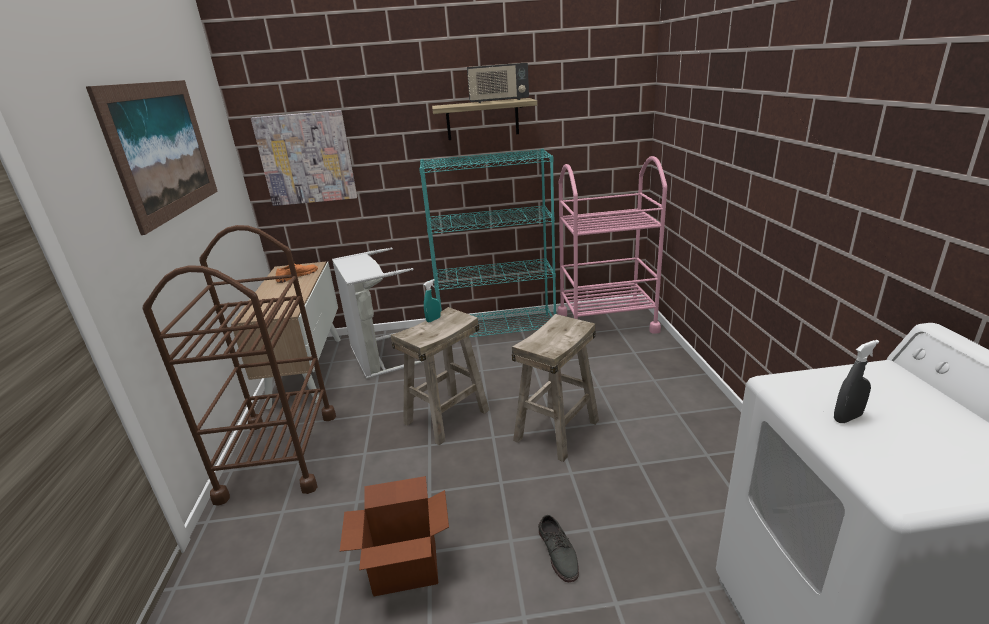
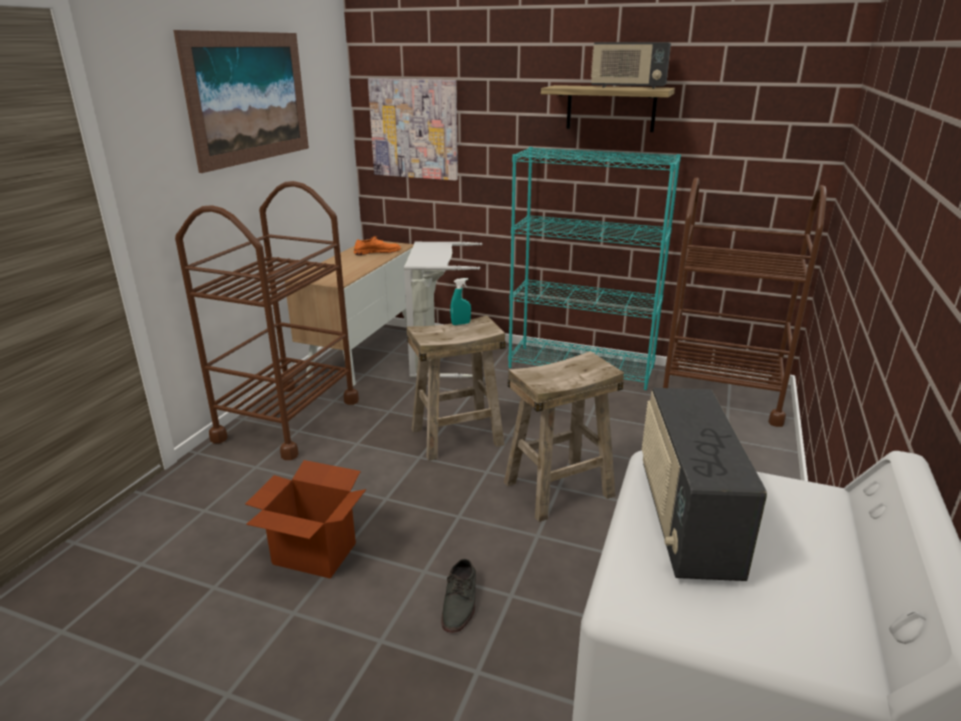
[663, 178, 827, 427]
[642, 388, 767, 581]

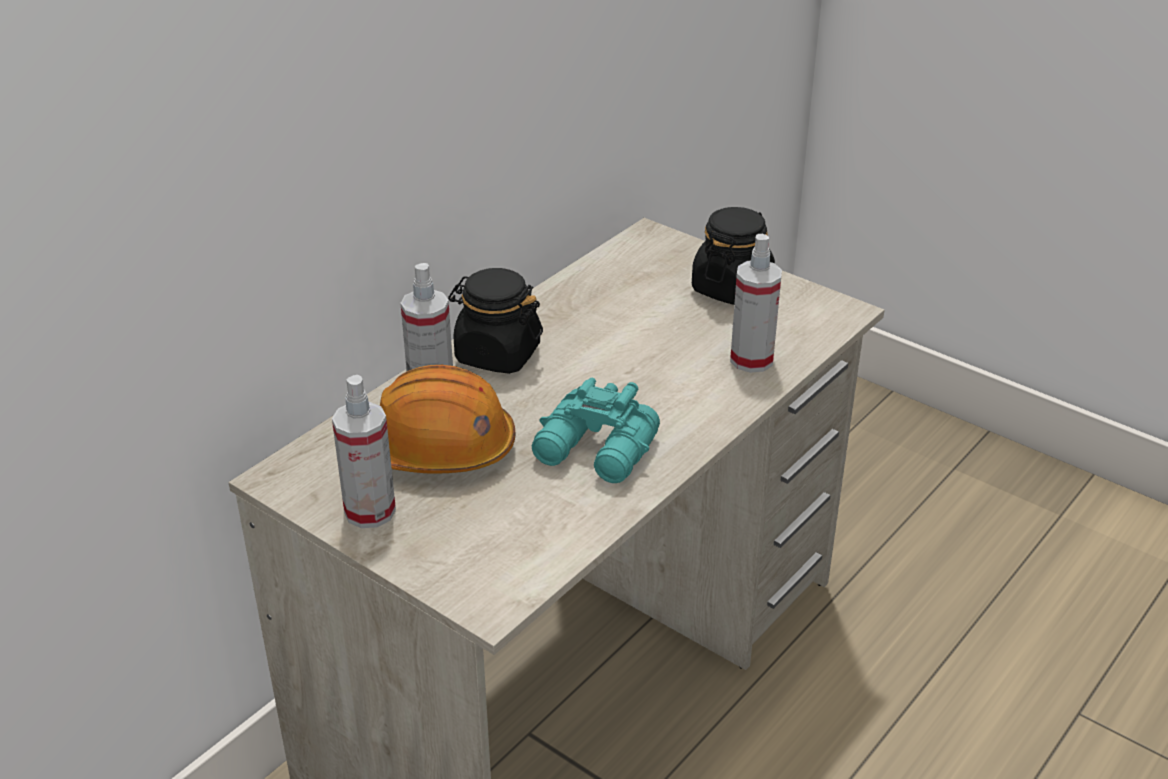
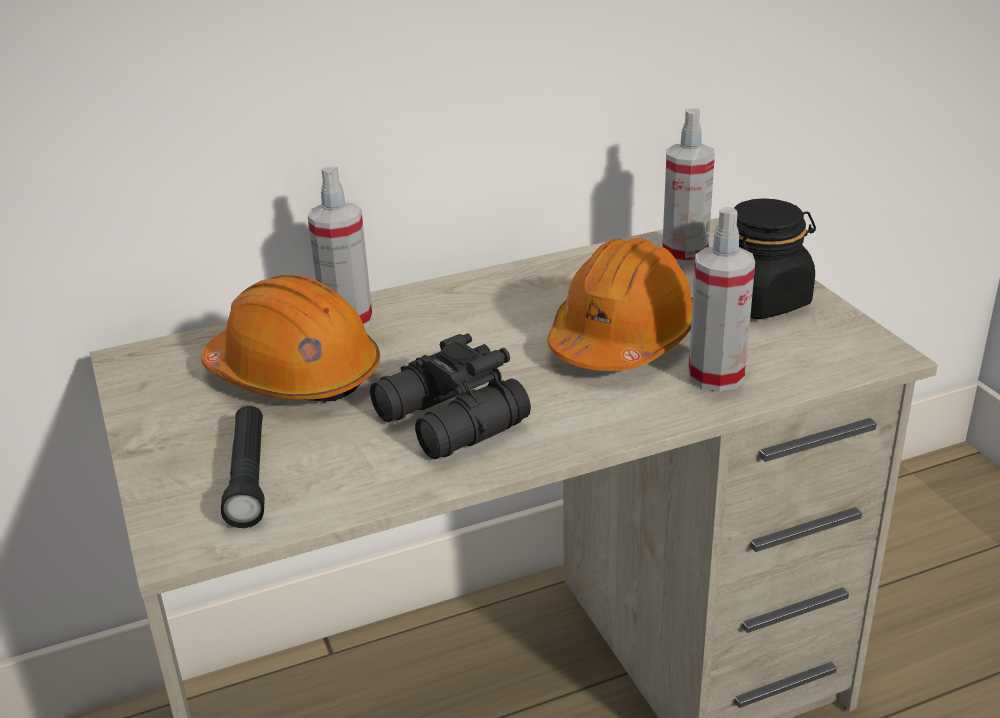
[448, 268, 543, 374] (first image)
[662, 108, 715, 265]
[370, 334, 531, 459]
[547, 238, 693, 371]
[221, 406, 265, 528]

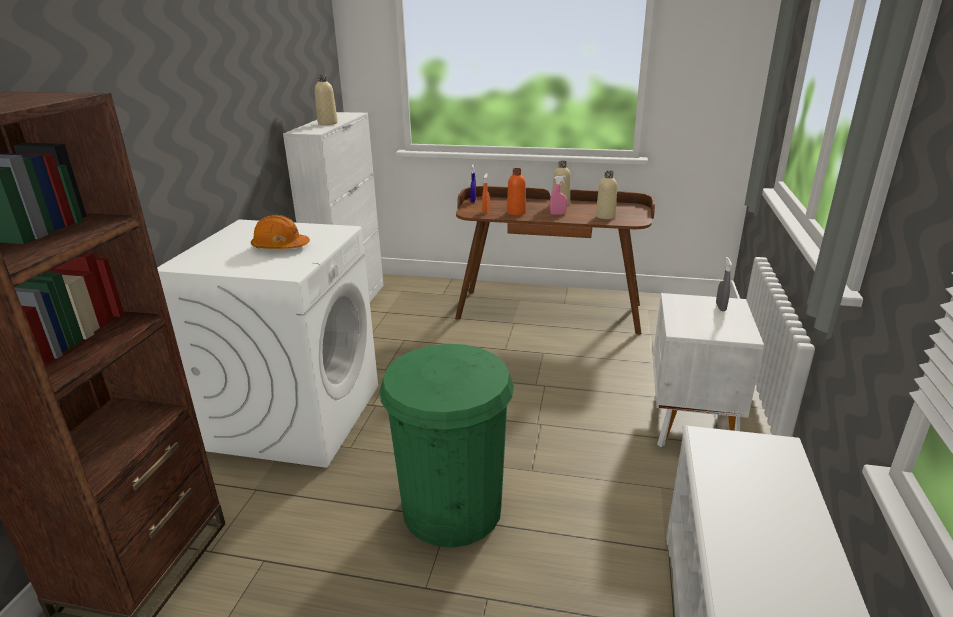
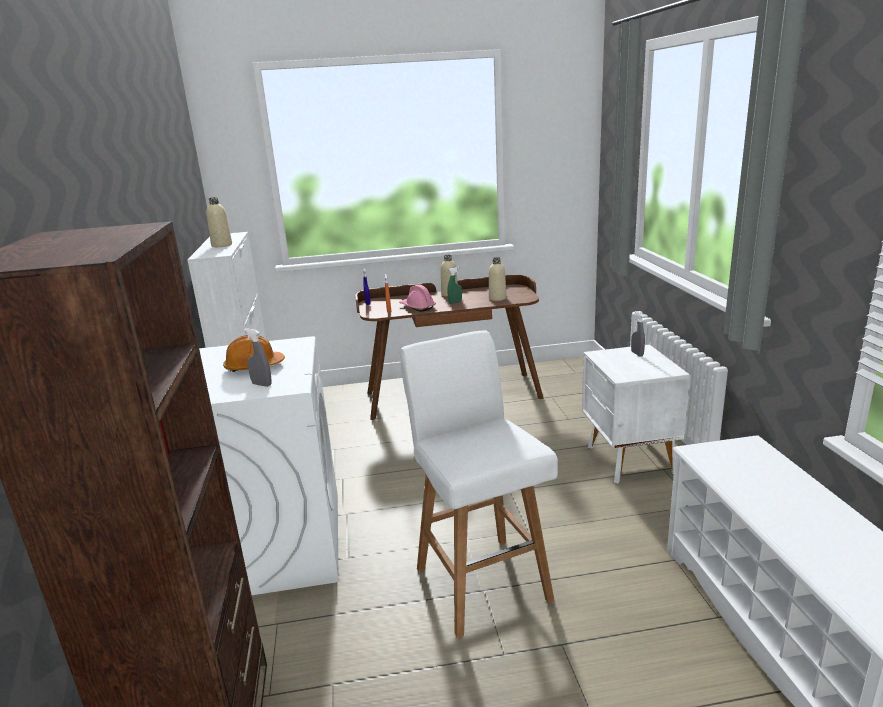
[399, 285, 436, 312]
[447, 267, 462, 304]
[399, 330, 558, 638]
[244, 328, 272, 387]

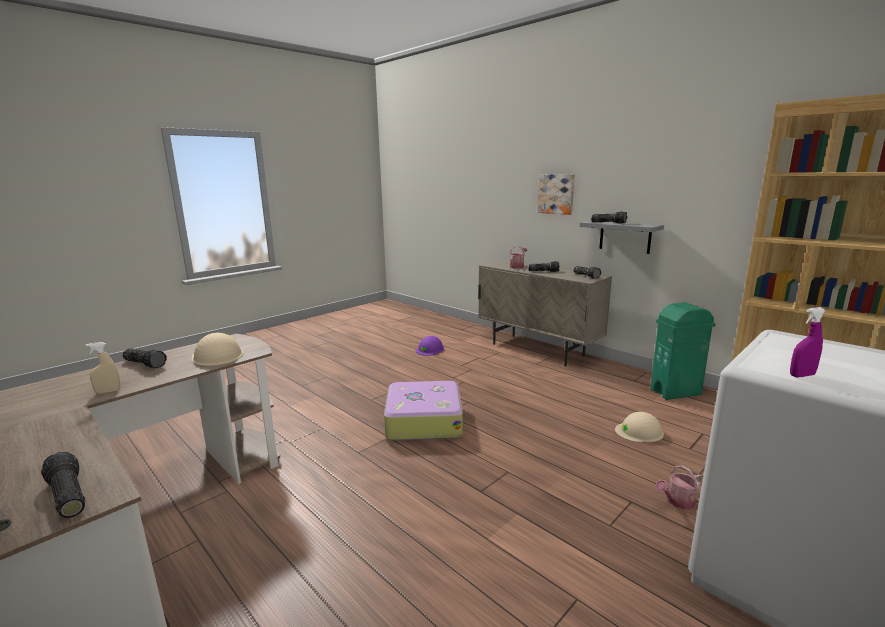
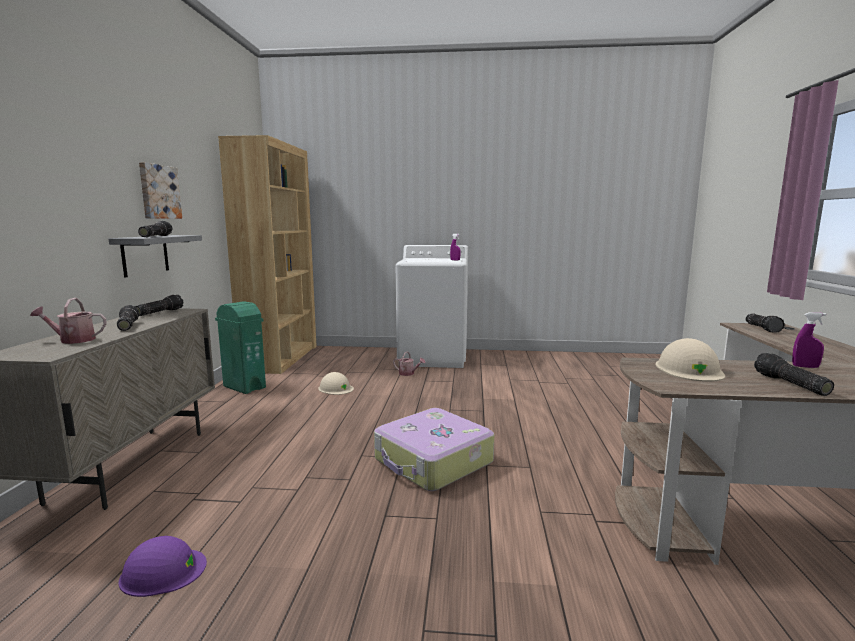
[139, 162, 182, 219]
[792, 312, 826, 368]

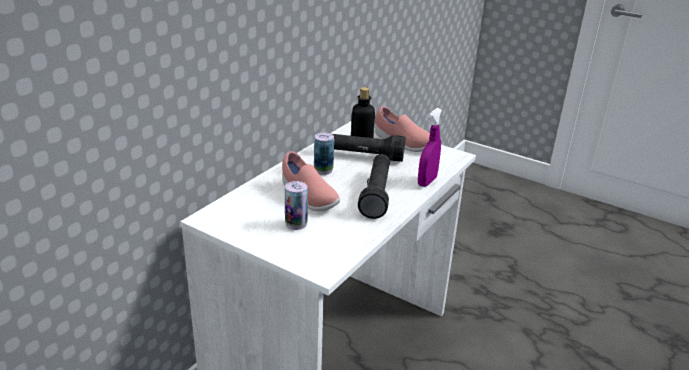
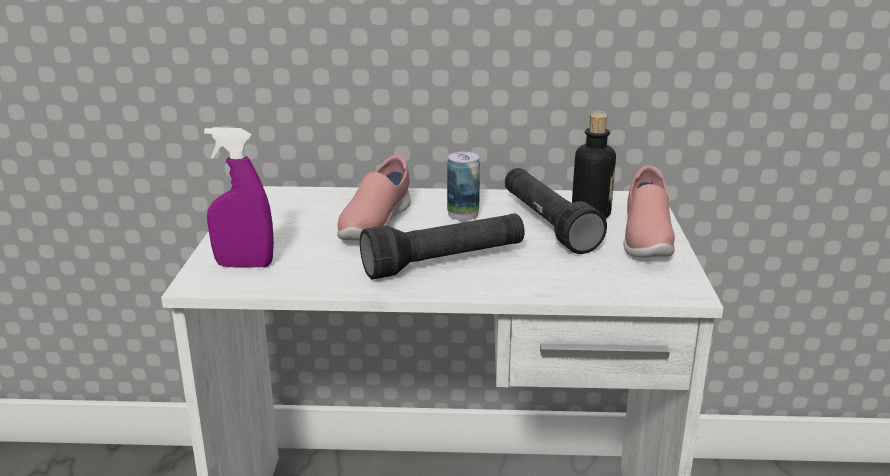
[204, 127, 274, 267]
[285, 181, 308, 230] (first image)

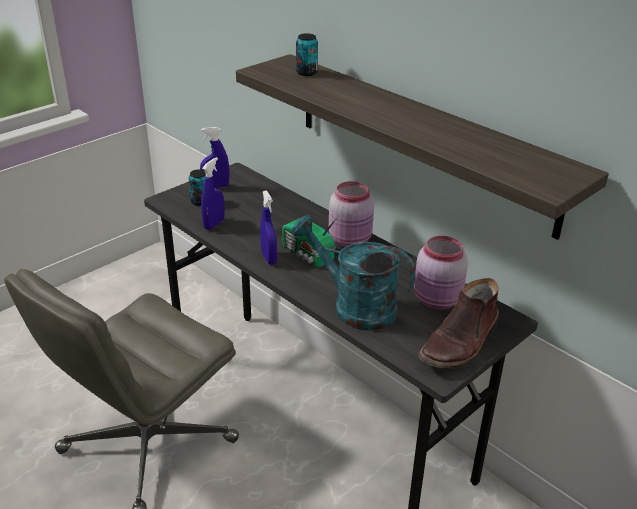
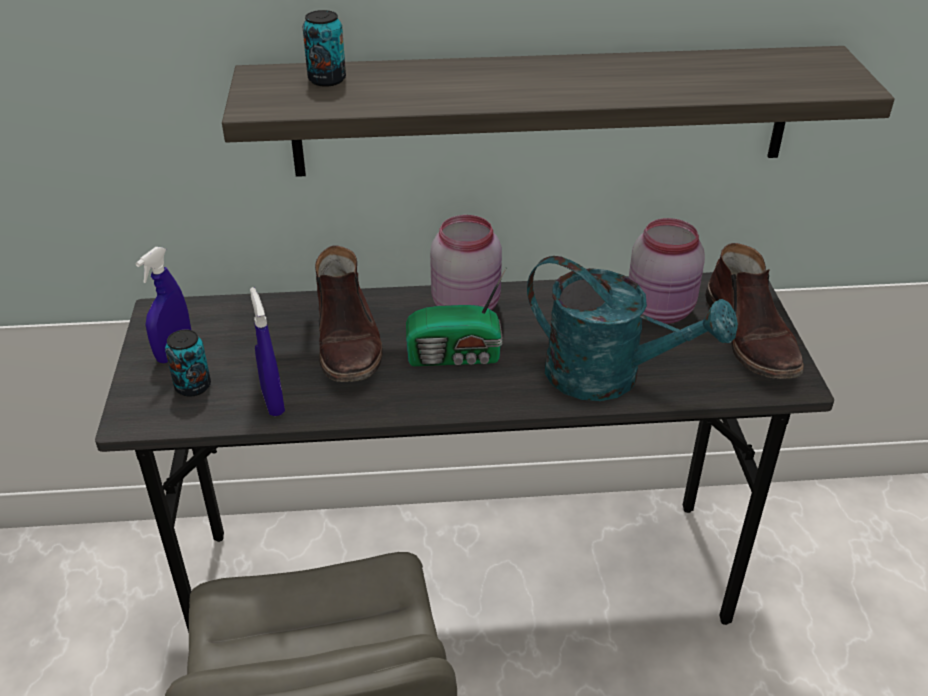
[260, 190, 277, 265] (first image)
[527, 256, 738, 401]
[315, 246, 383, 382]

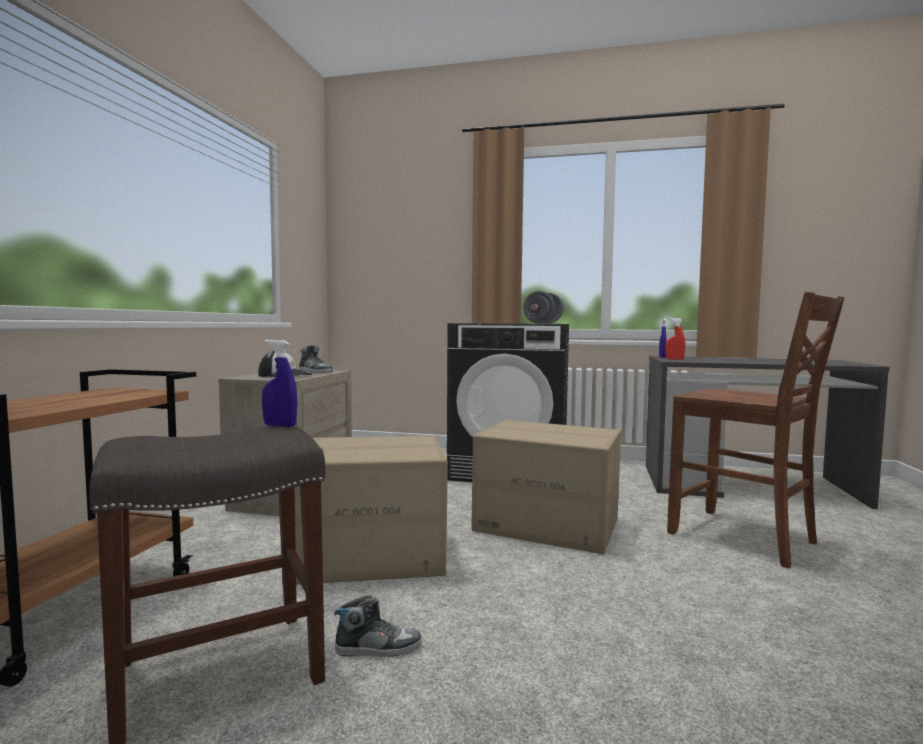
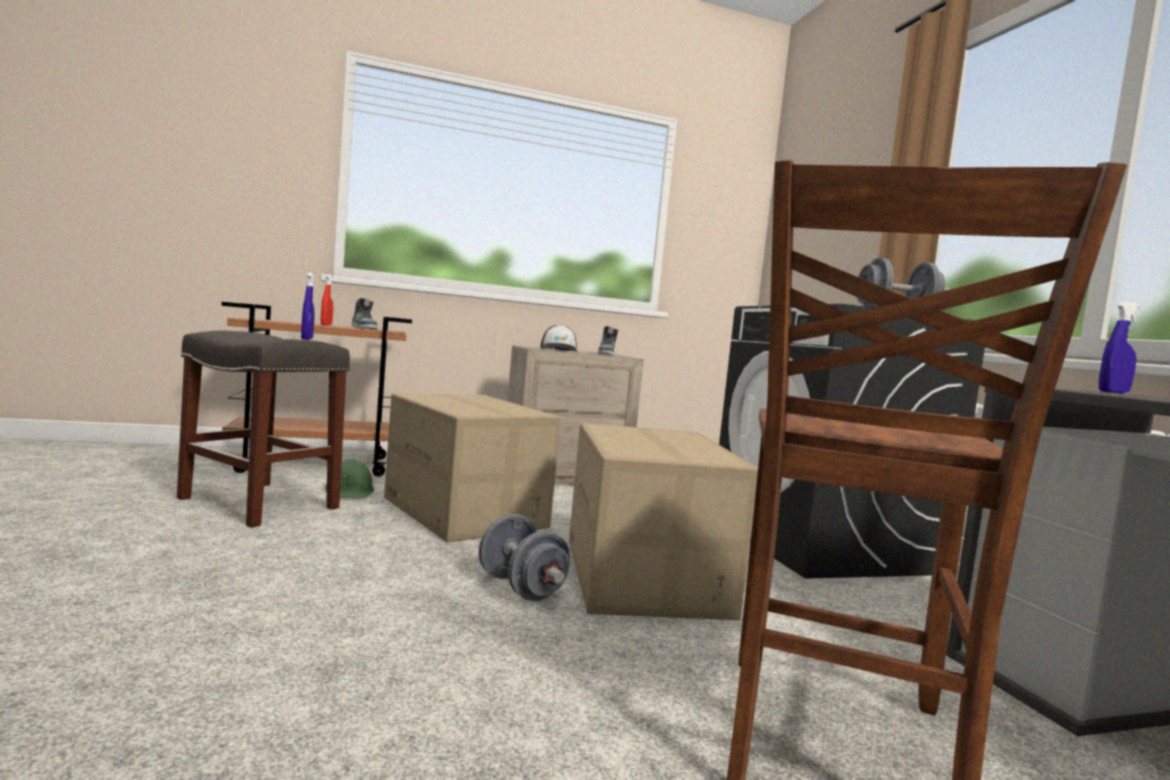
[321, 274, 333, 326]
[352, 298, 378, 330]
[325, 459, 374, 498]
[479, 514, 570, 601]

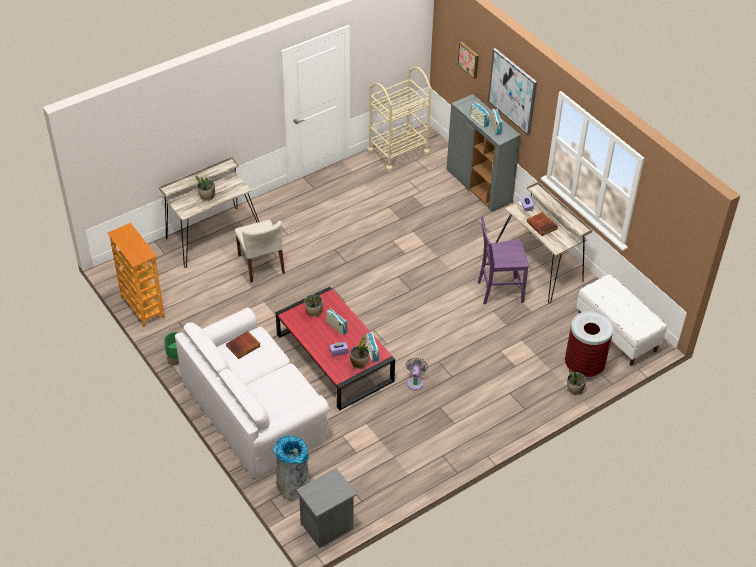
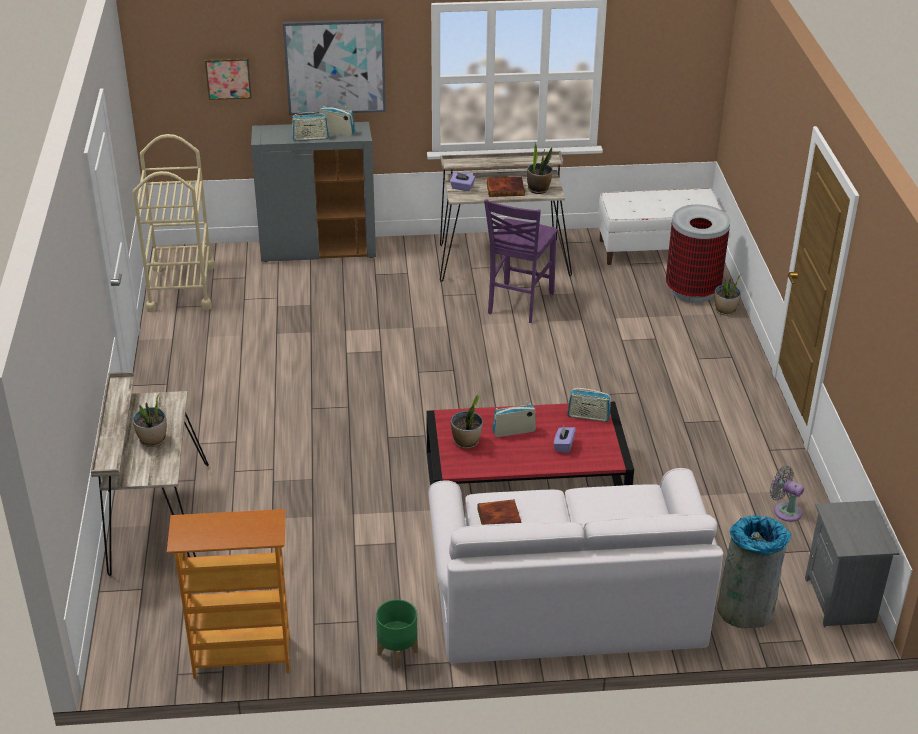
[235, 220, 285, 283] (first image)
[527, 143, 553, 194]
[770, 466, 804, 522]

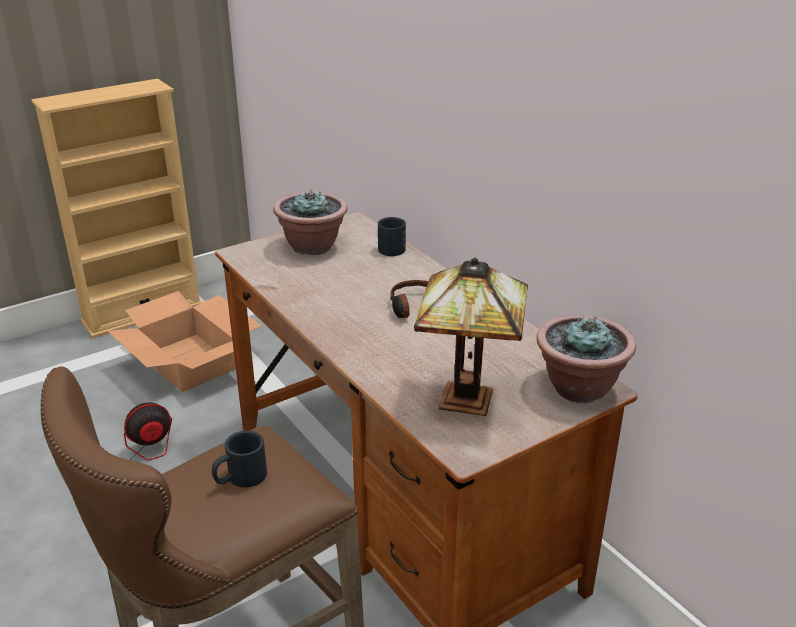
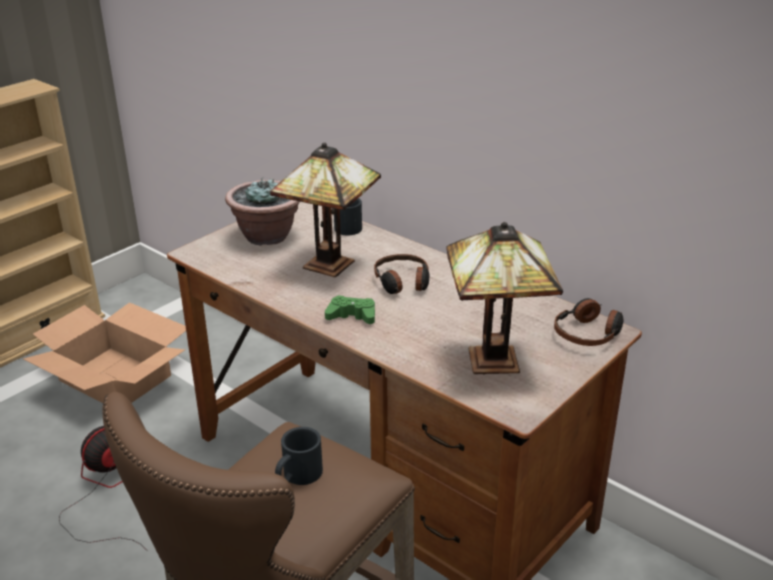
[554, 298, 623, 346]
[270, 143, 381, 277]
[325, 295, 375, 324]

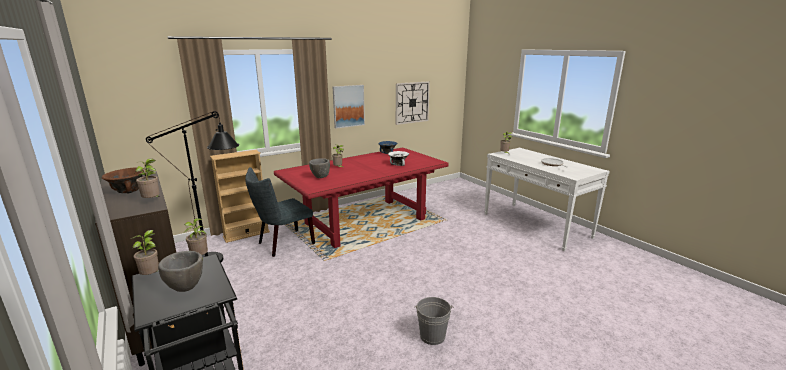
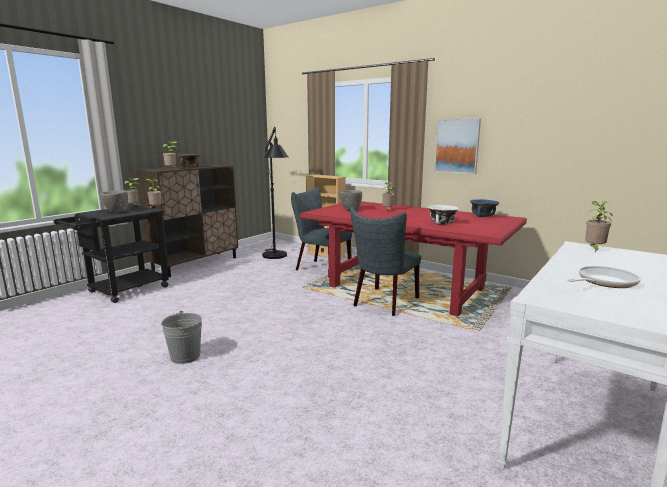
[396, 81, 430, 125] (first image)
[350, 207, 421, 316]

